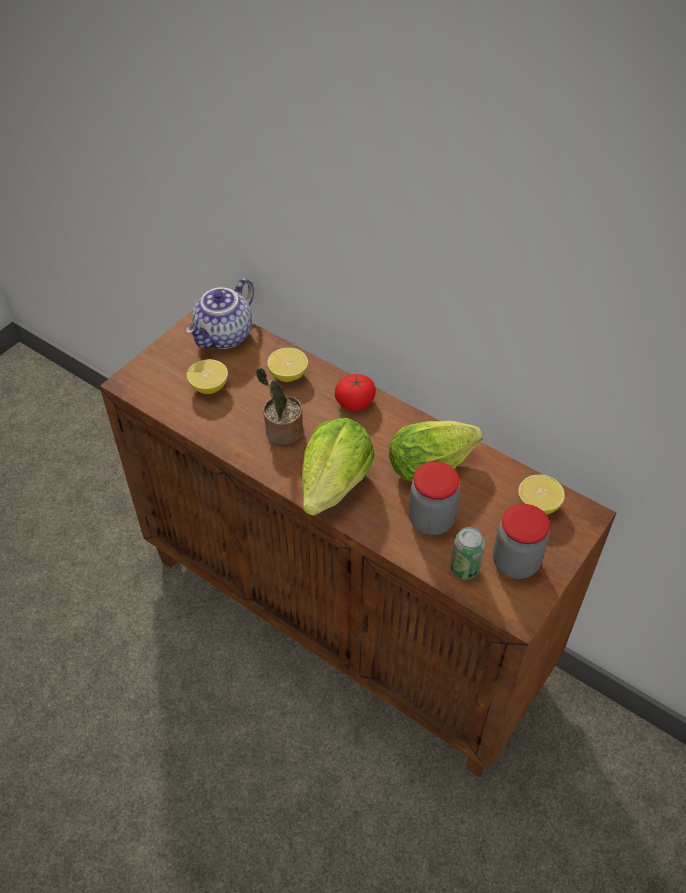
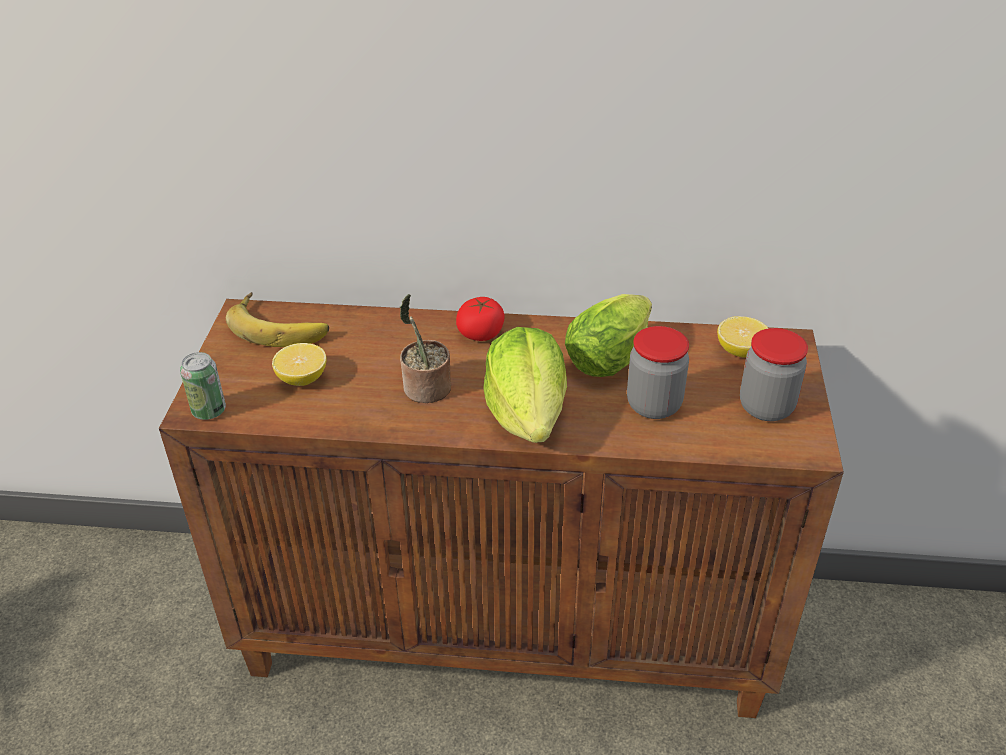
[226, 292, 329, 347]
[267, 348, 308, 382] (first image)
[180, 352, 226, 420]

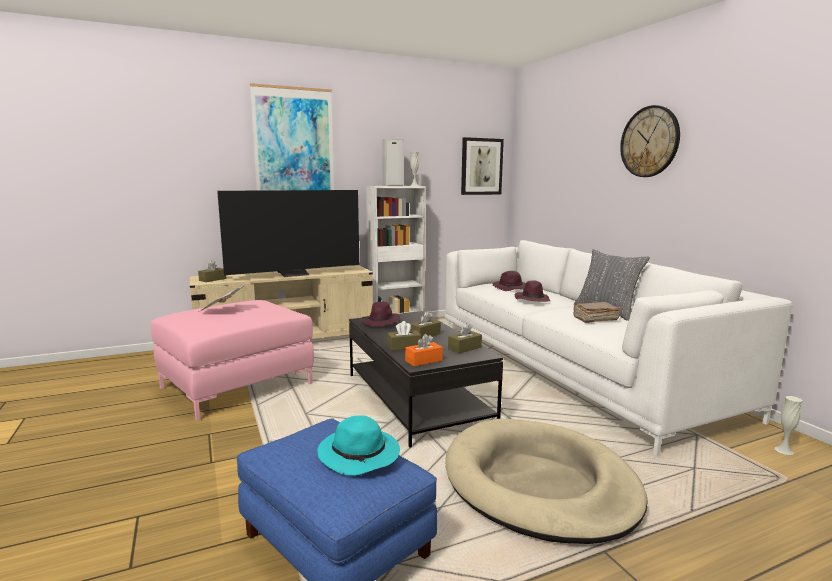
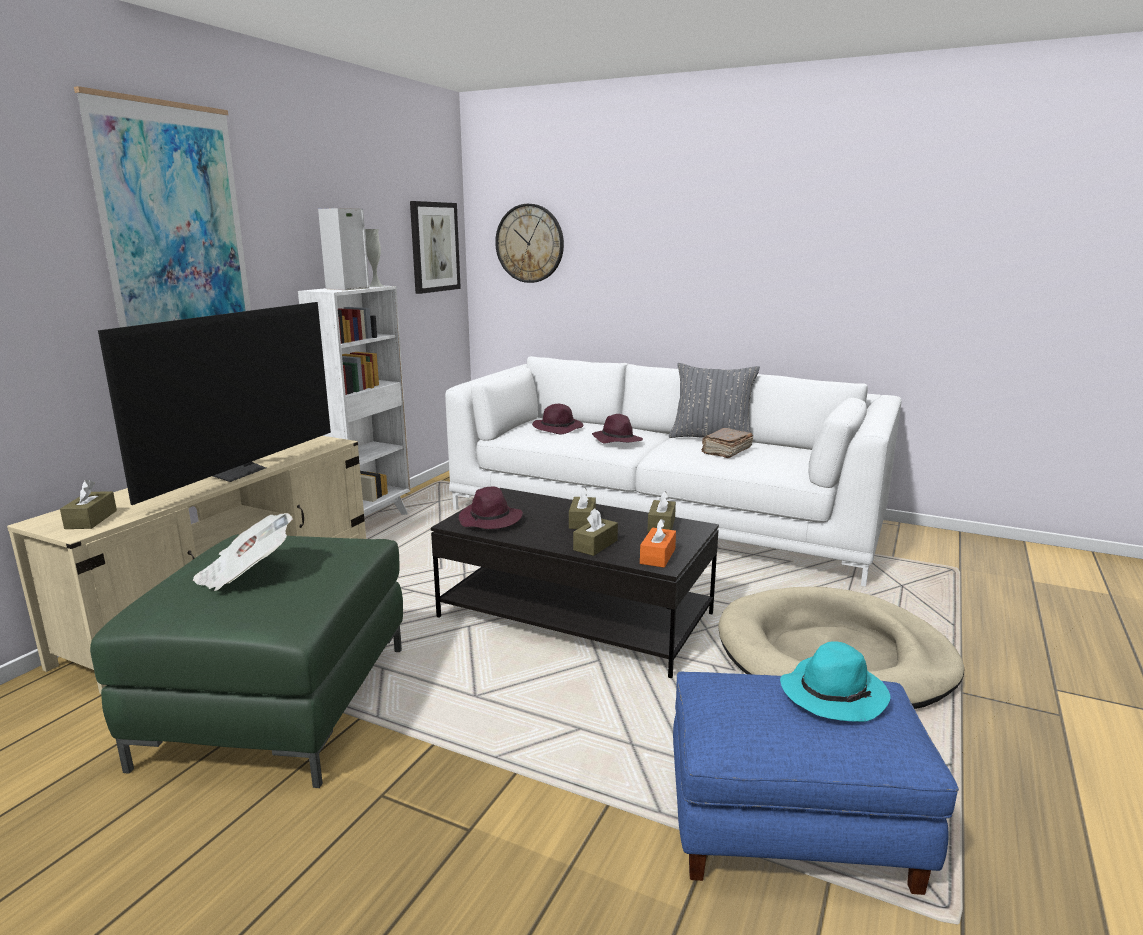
[495, 204, 564, 283]
[90, 534, 403, 788]
[775, 396, 802, 455] (first image)

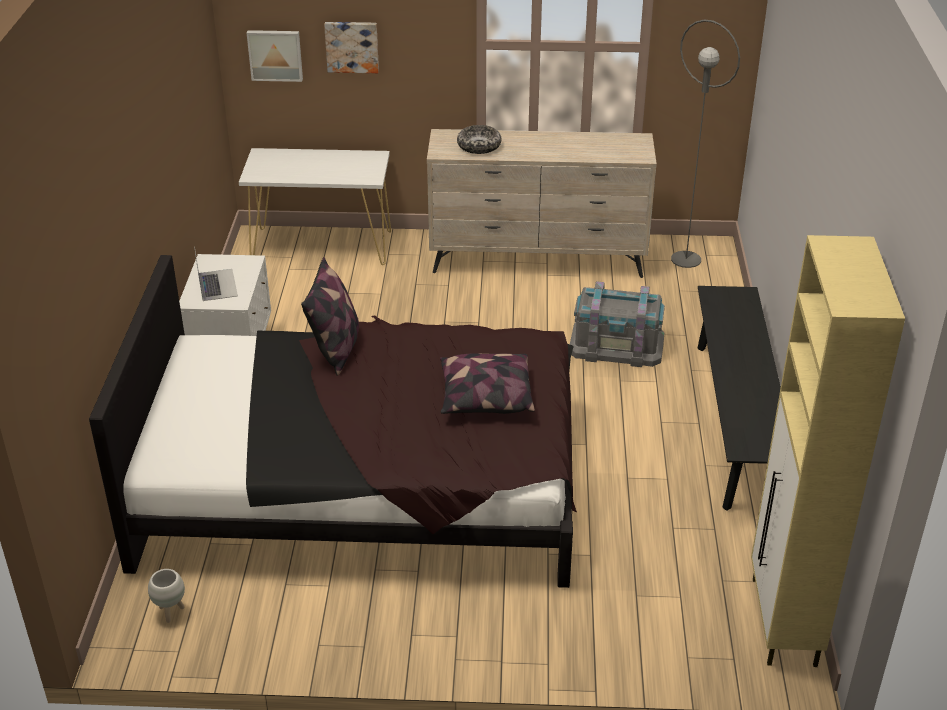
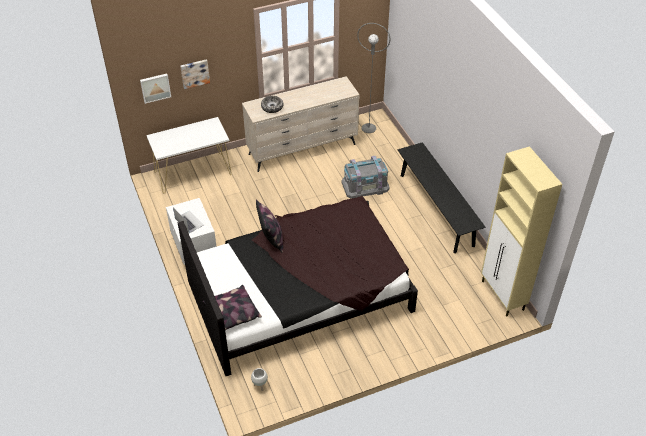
[203, 285, 262, 330]

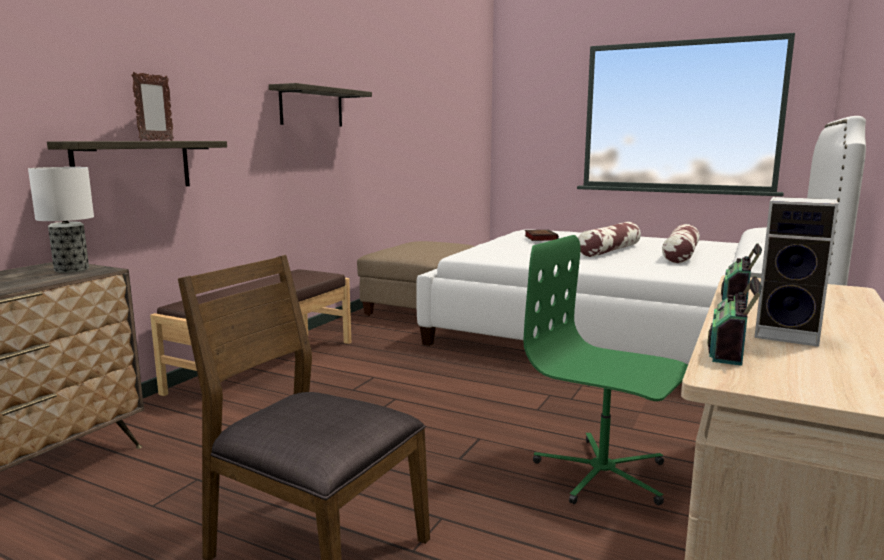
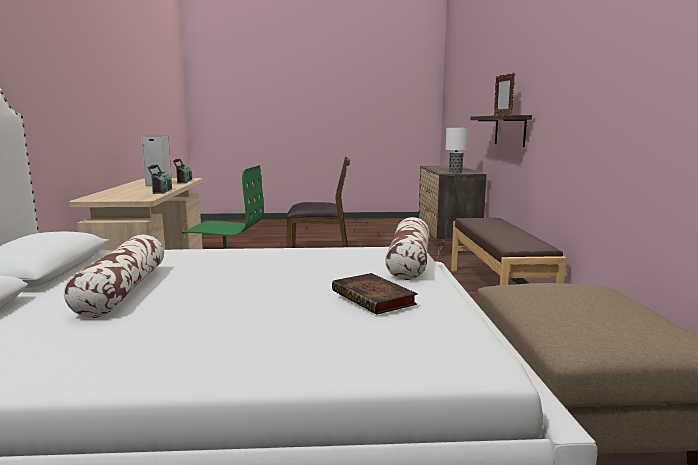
[269, 83, 372, 126] (first image)
[385, 217, 429, 280]

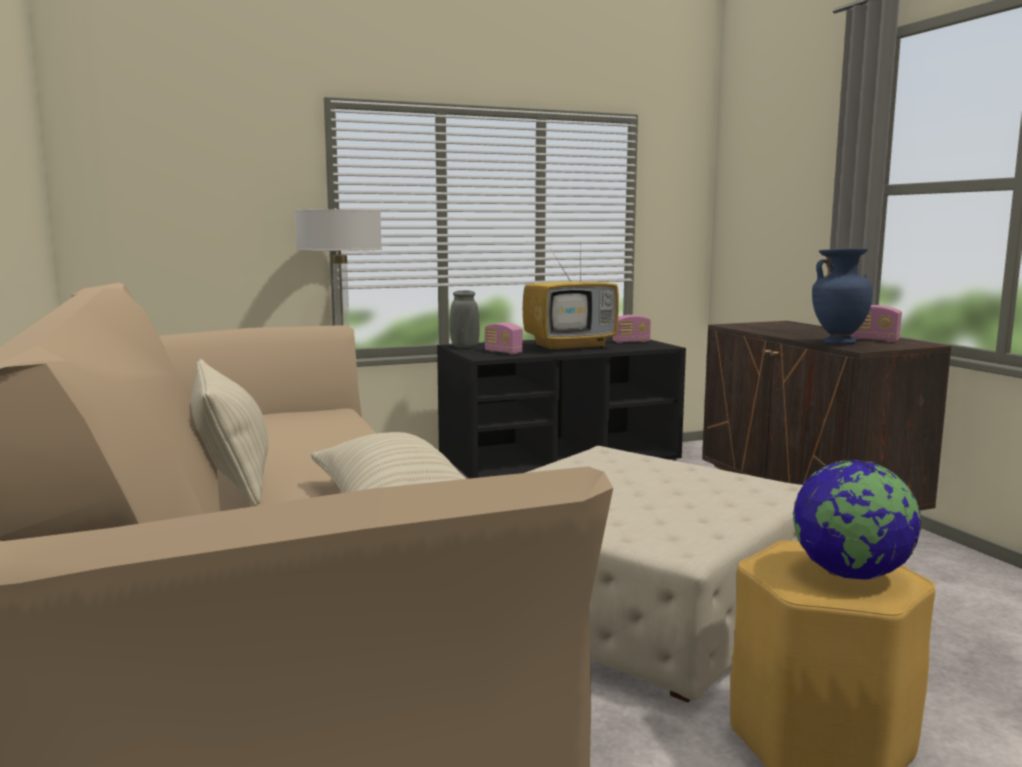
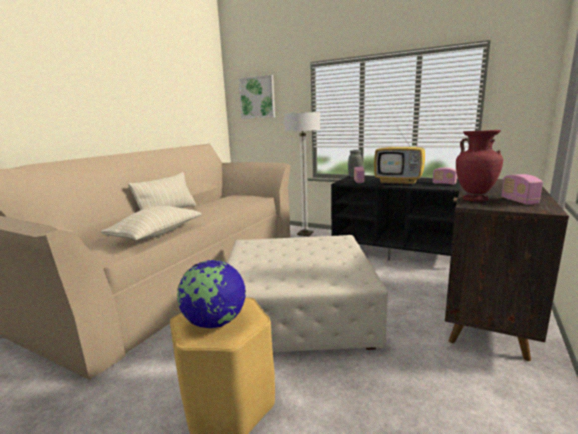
[456, 130, 503, 202]
[238, 75, 275, 119]

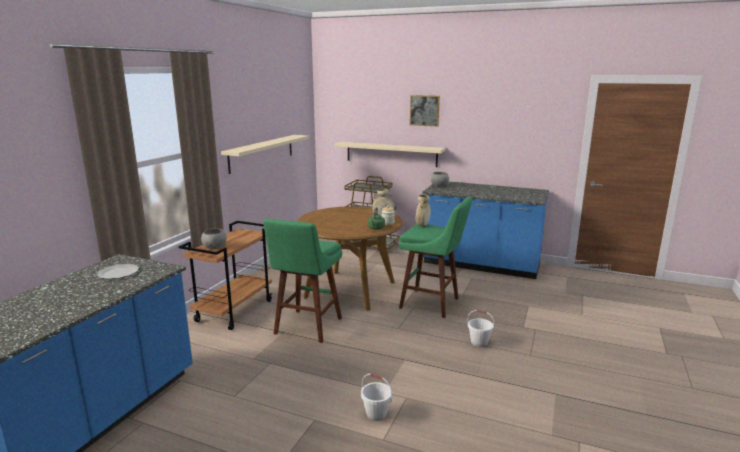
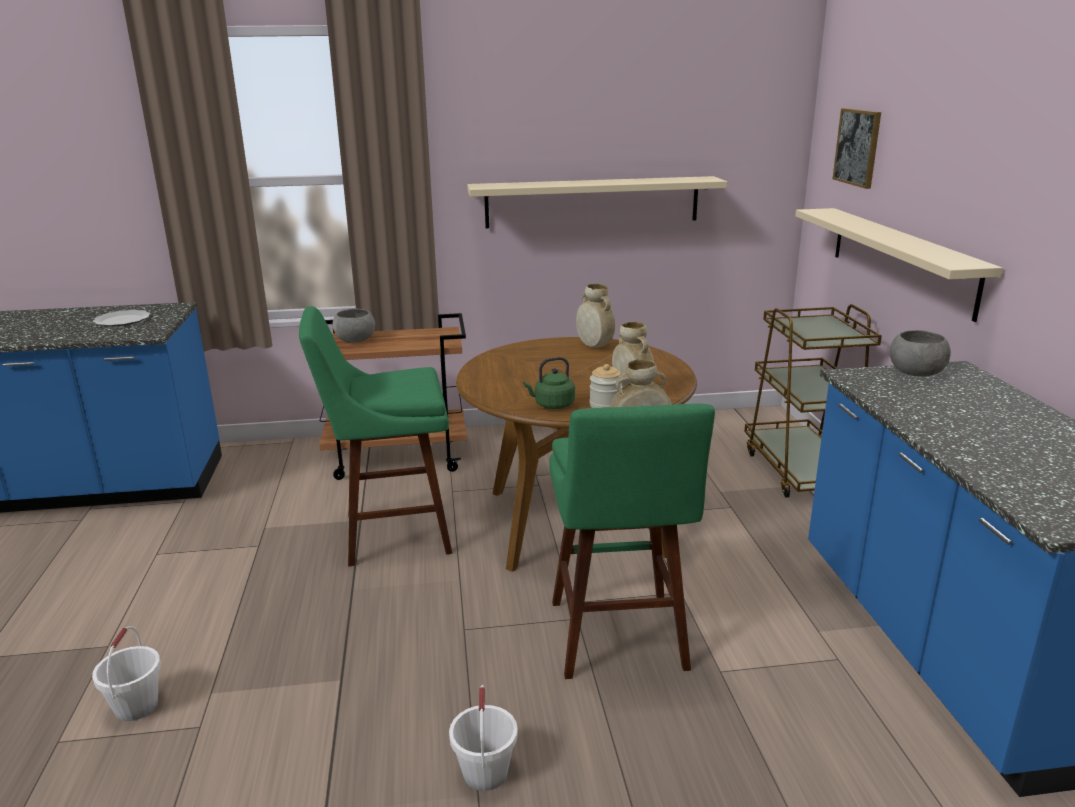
[833, 108, 881, 189]
[576, 284, 615, 348]

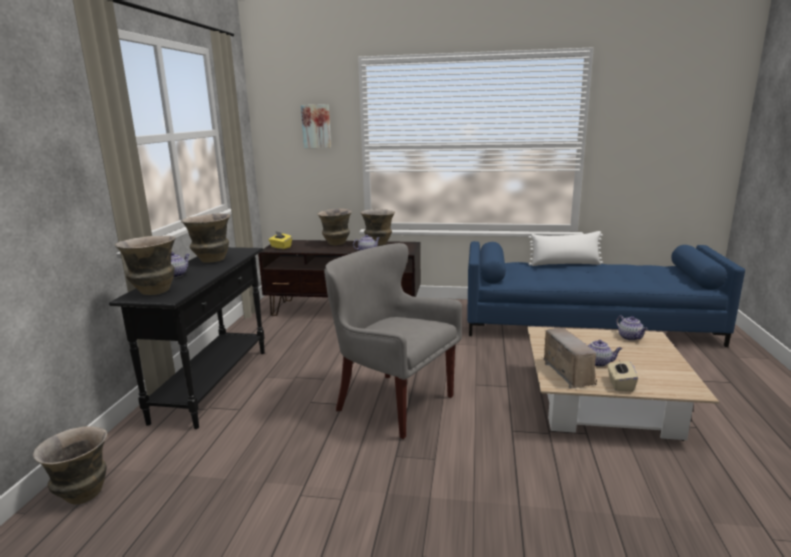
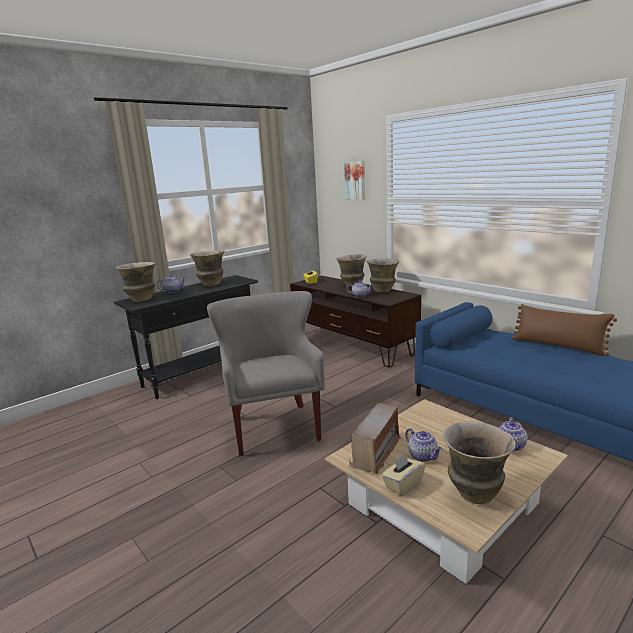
[511, 304, 617, 356]
[443, 422, 516, 504]

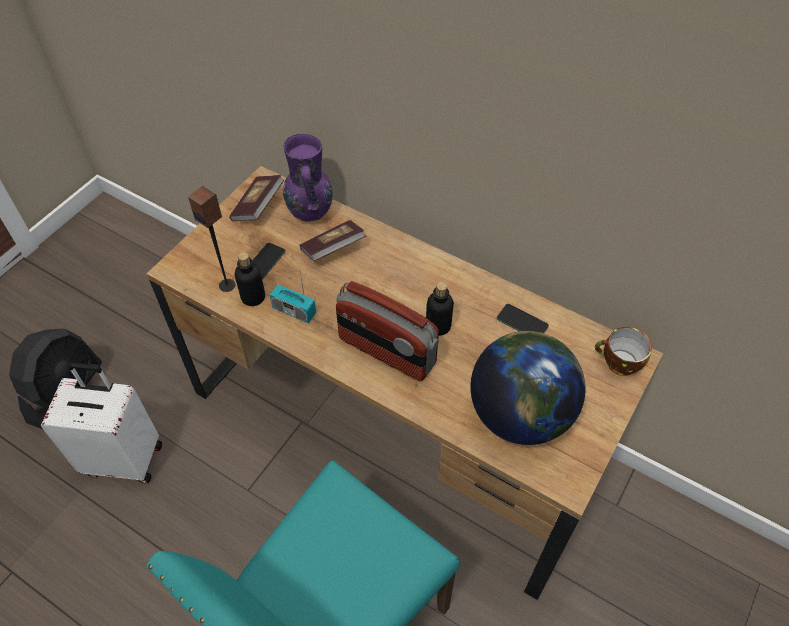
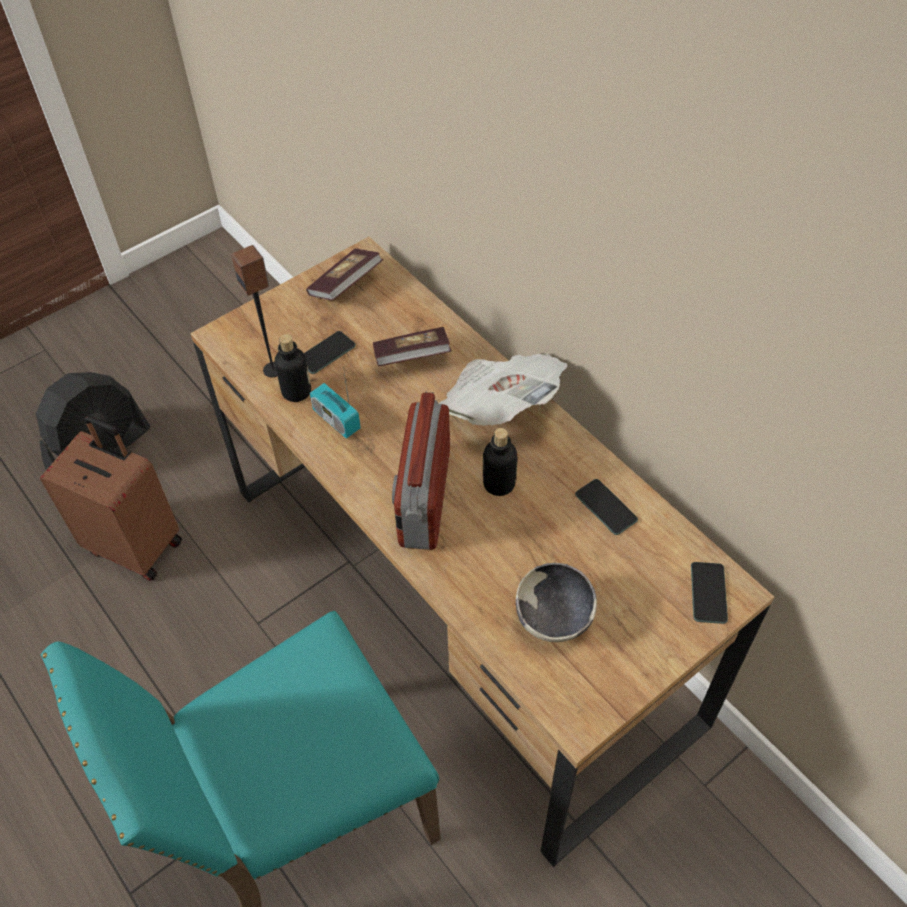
[283, 134, 333, 222] (first image)
[392, 392, 450, 550]
[691, 562, 728, 624]
[516, 563, 597, 642]
[40, 416, 182, 581]
[439, 353, 568, 426]

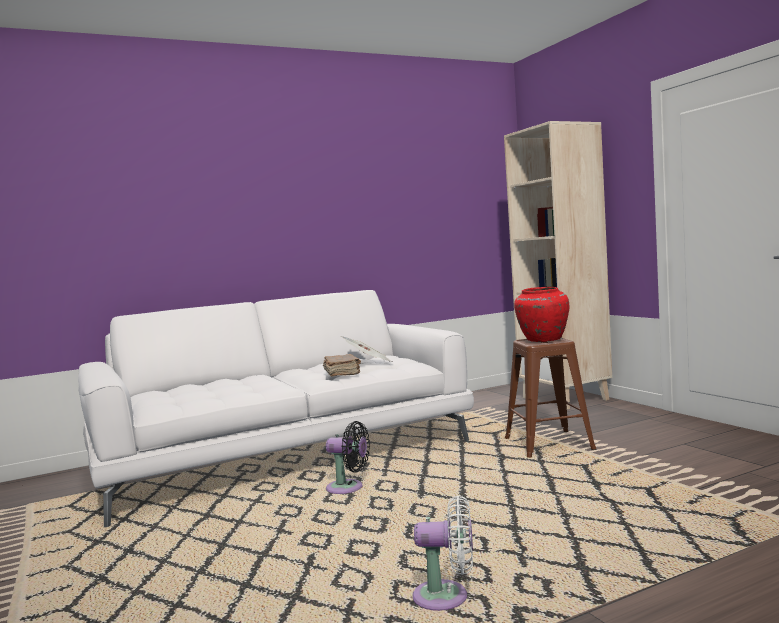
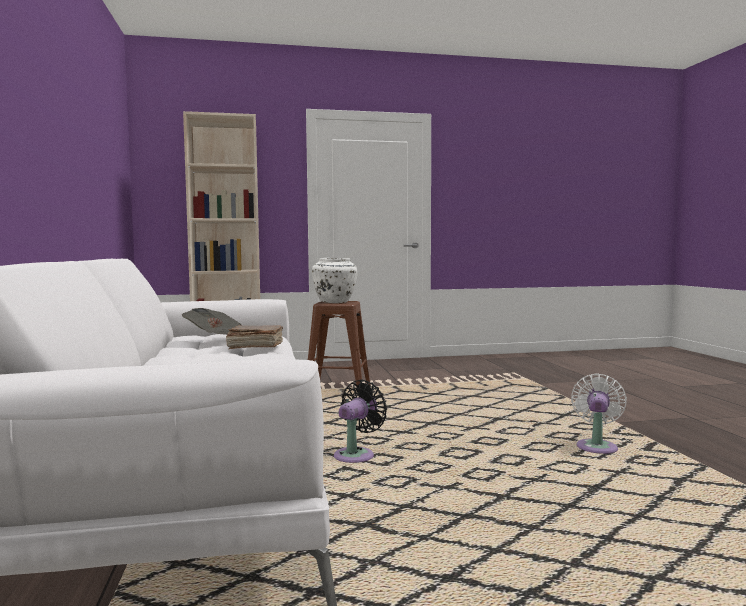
[312, 258, 358, 303]

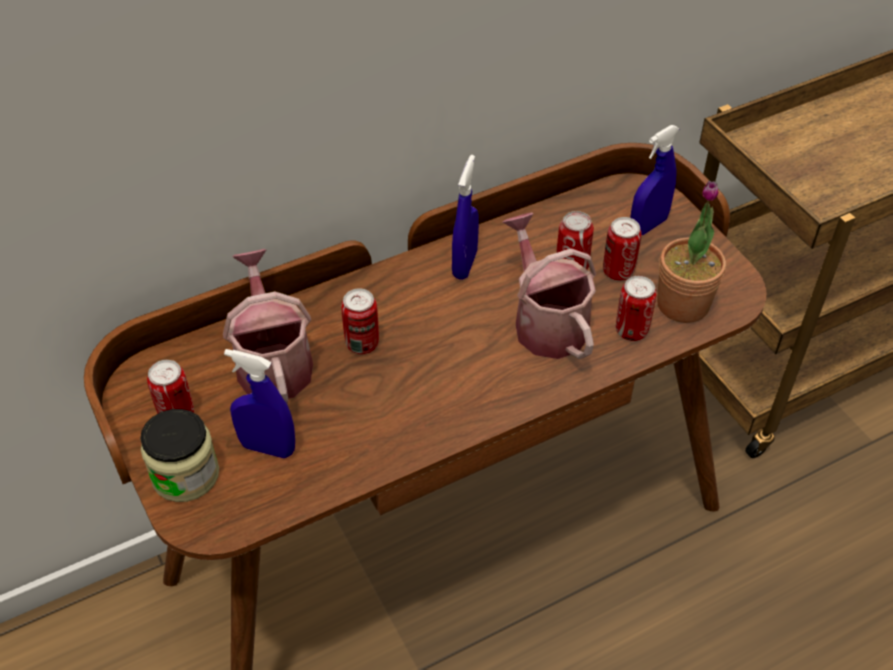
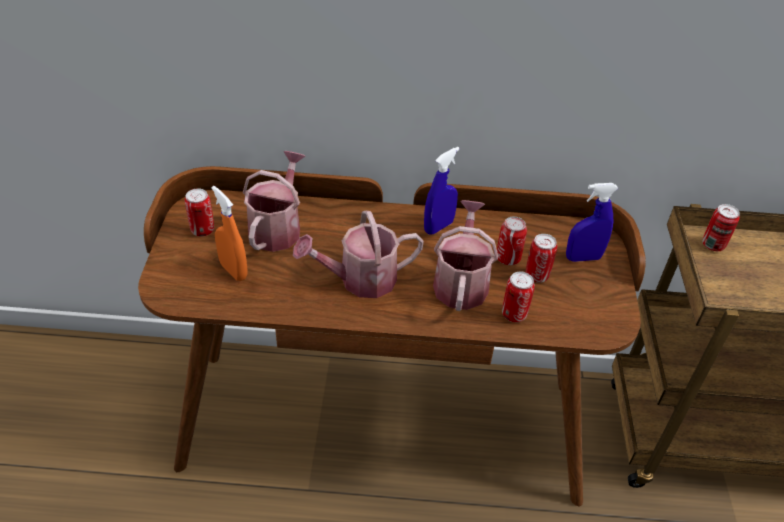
[657, 181, 726, 323] (first image)
[702, 204, 740, 251]
[212, 186, 248, 281]
[140, 409, 219, 502] (first image)
[293, 211, 424, 298]

